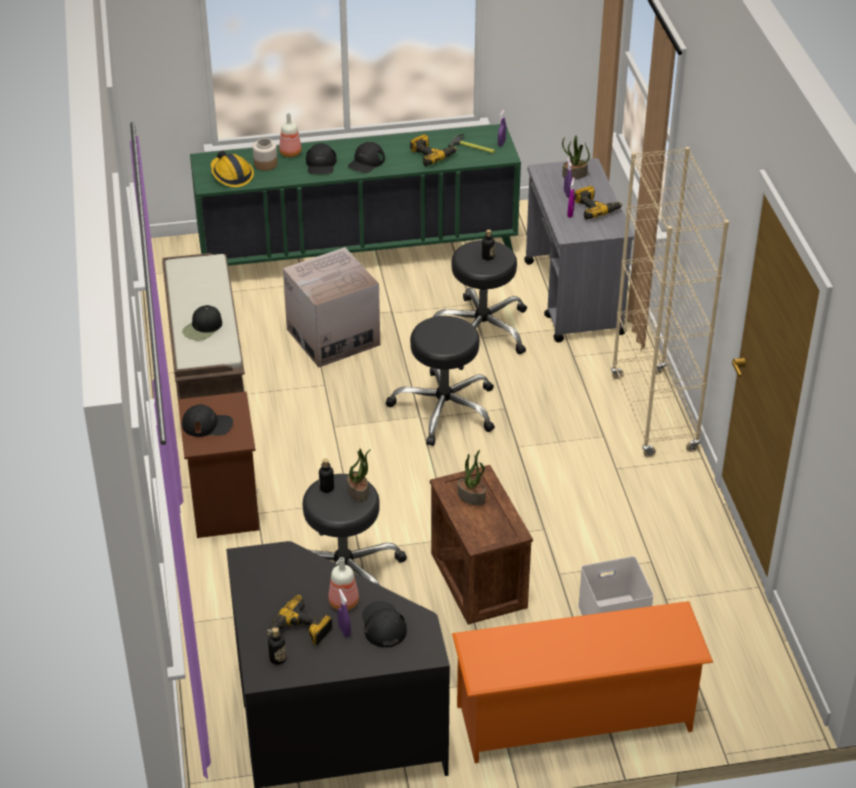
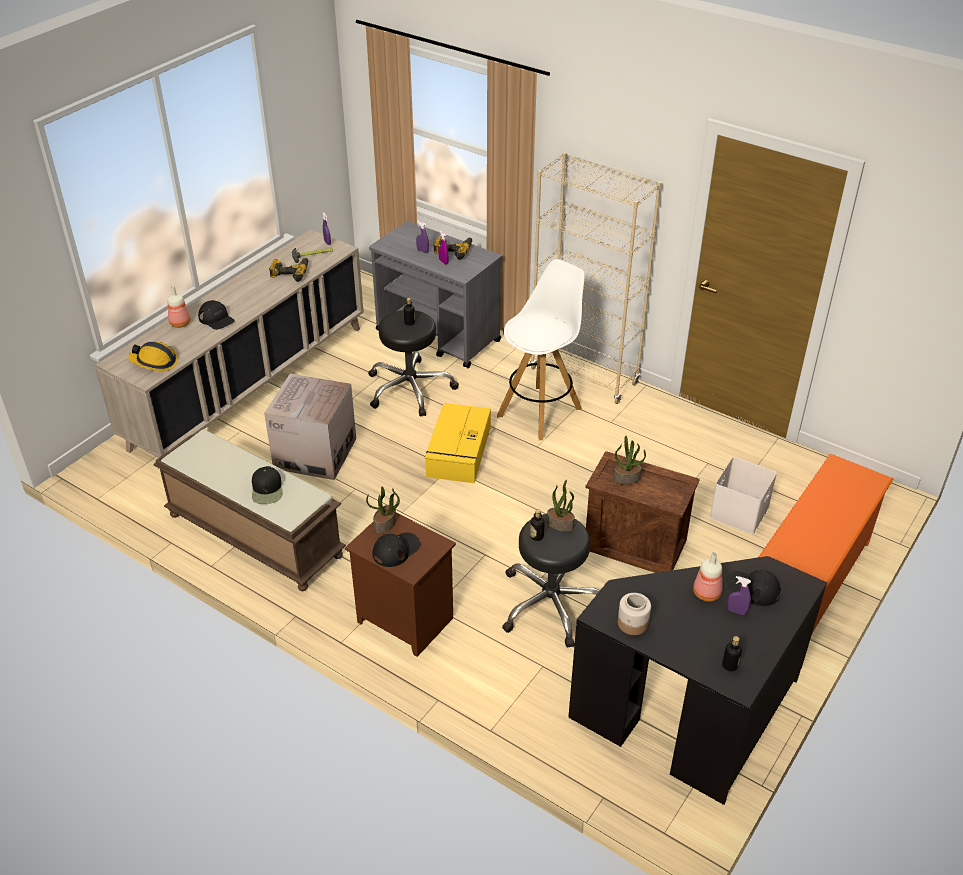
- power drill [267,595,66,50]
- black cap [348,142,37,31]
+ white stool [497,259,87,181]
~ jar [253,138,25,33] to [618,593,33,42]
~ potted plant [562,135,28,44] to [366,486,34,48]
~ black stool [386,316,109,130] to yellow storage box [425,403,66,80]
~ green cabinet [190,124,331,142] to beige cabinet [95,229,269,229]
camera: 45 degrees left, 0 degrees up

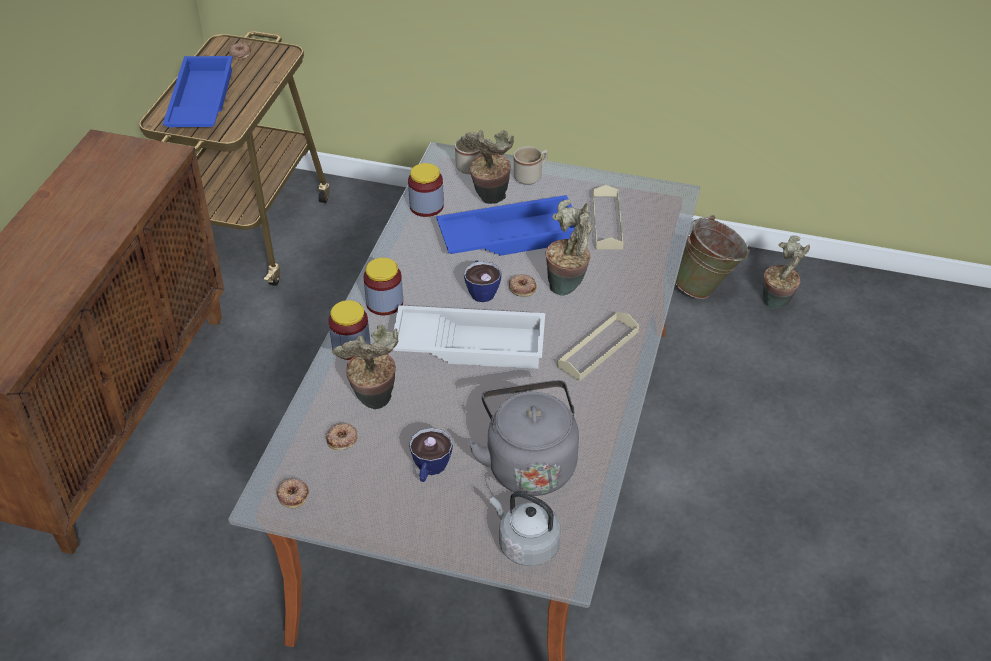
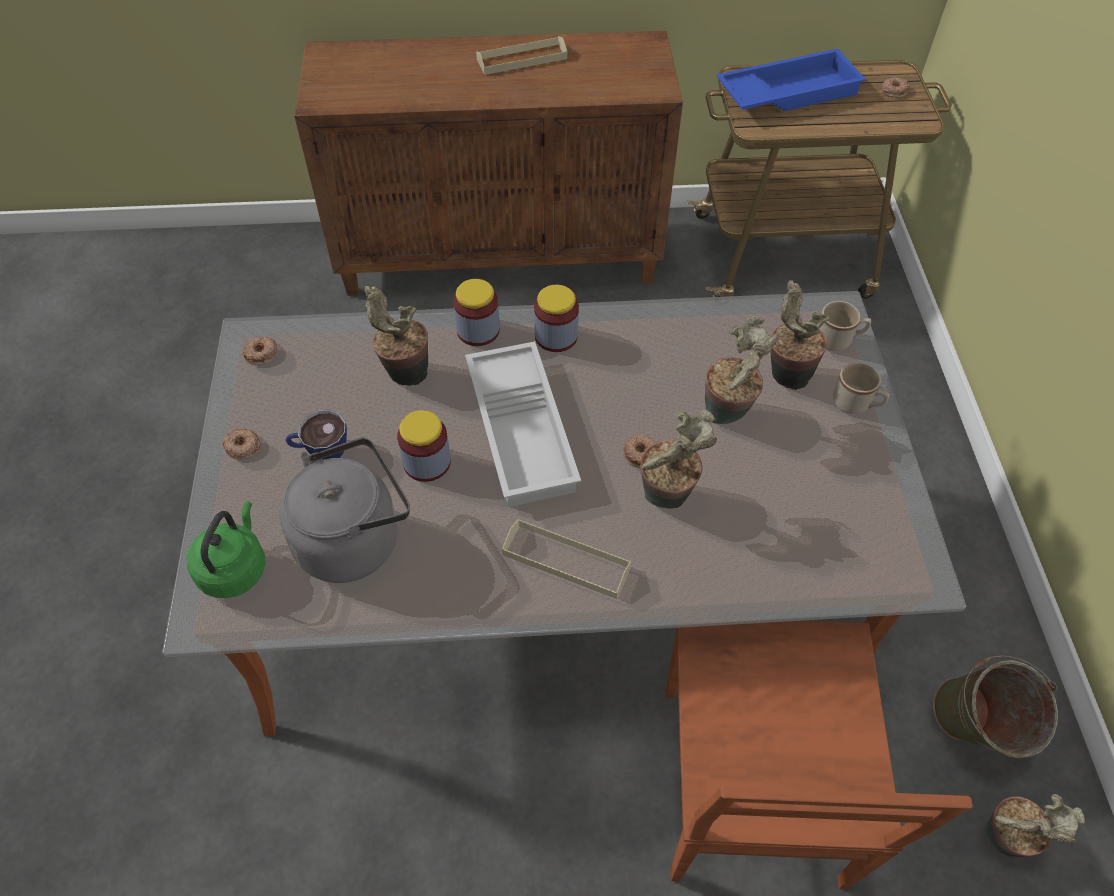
- cup [464,260,38,42]
+ brown chair [666,620,307,269]
~ donut [326,423,32,27] to [222,428,39,32]
~ jar [408,163,36,54] to [397,410,54,72]
~ beige tray [592,185,31,65] to [476,36,91,39]
~ blue tray [436,195,139,61] to potted plant [705,315,74,109]
~ grey kettle [490,491,71,75] to green kettle [186,501,80,97]
camera: 70 degrees right, 10 degrees up

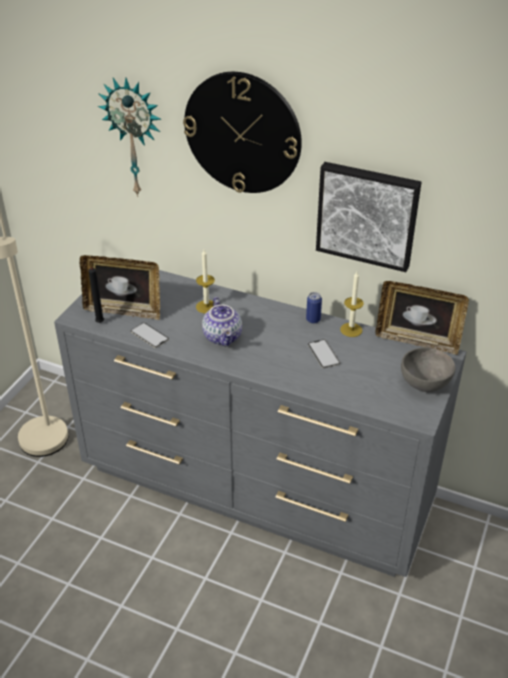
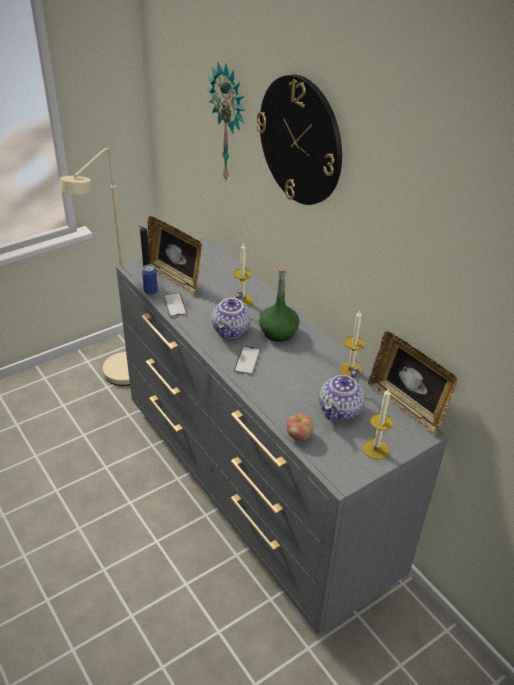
- picture [316,162,106,110]
+ green bottle [259,268,41,74]
+ apple [286,414,28,27]
+ teapot [319,368,45,53]
~ can [306,292,16,32] to [142,265,16,30]
~ phone [308,339,32,29] to [234,346,27,29]
~ grey bowl [401,347,54,45] to candle [363,389,30,71]
camera: 30 degrees right, 0 degrees up

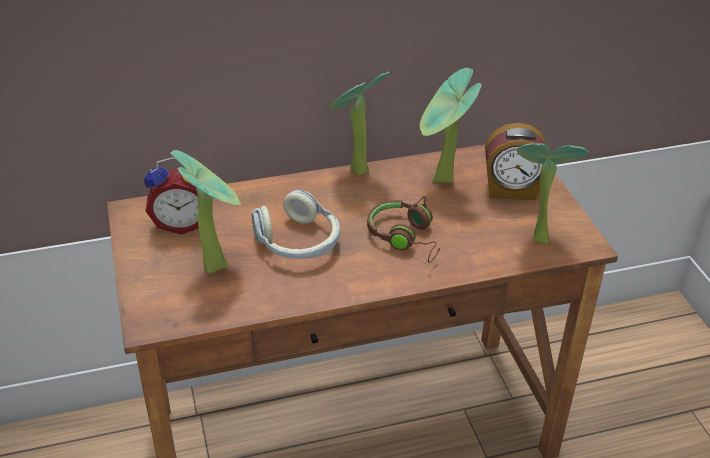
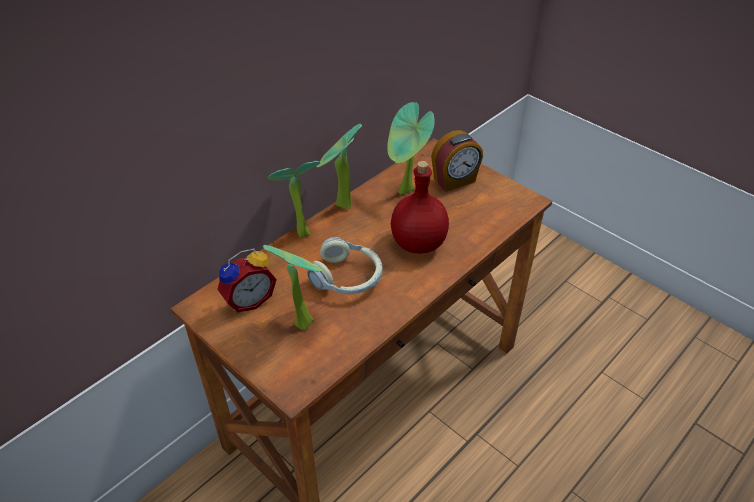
~ potted plant [517,143,72,100] to [268,161,52,77]
~ brown headphones [367,196,74,67] to red bottle [391,161,58,93]
camera: 30 degrees left, 5 degrees up

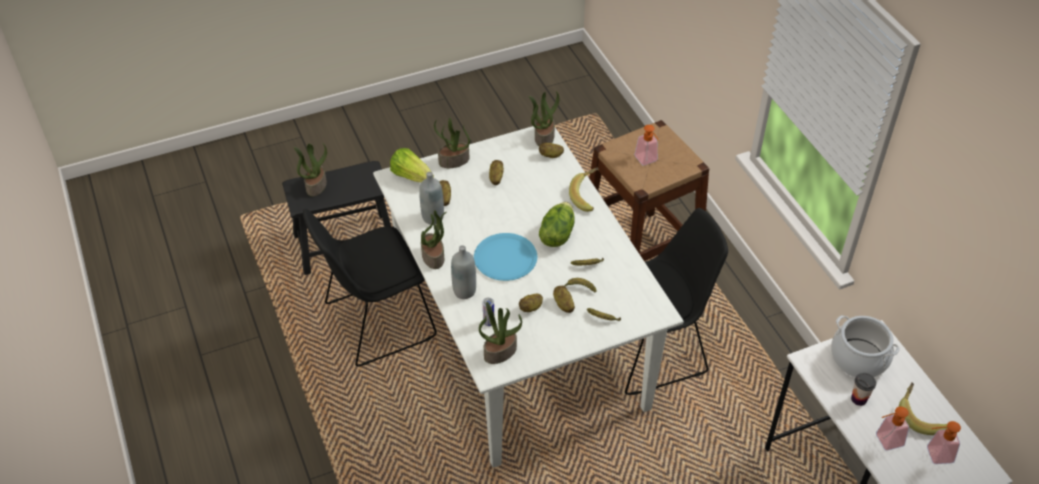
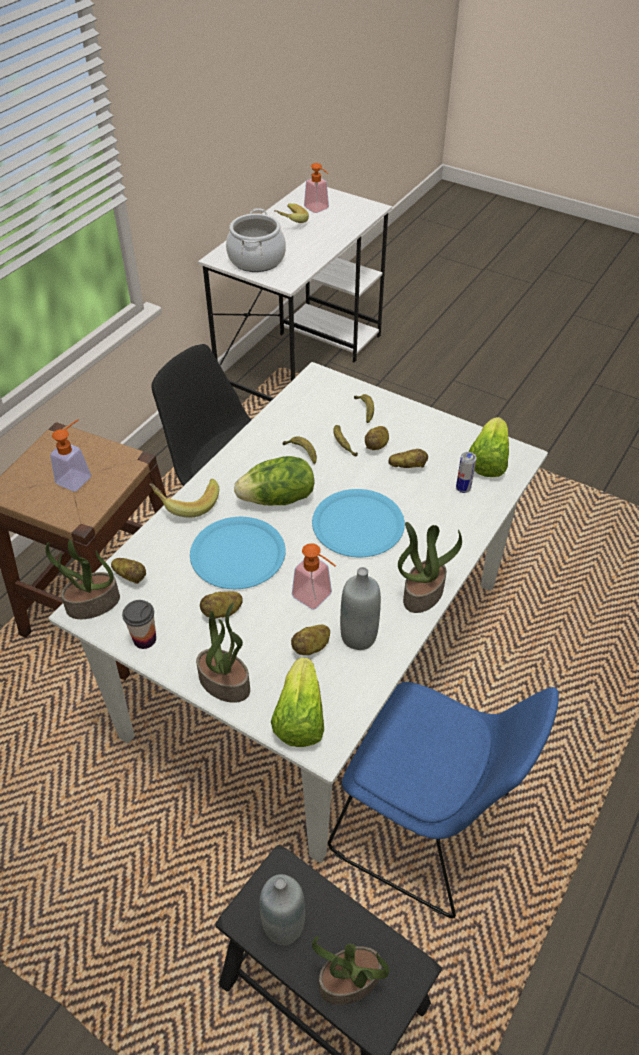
+ blue plate [190,517,96,72]
~ grey bottle [451,245,25,54] to [259,874,46,71]
~ cup [851,373,25,33] to [122,600,34,49]
~ soap dispenser [876,406,33,45] to [292,543,44,67]
~ potted plant [479,302,43,62] to lettuce [469,417,40,60]
~ black chair [303,209,134,158] to blue chair [328,682,231,237]
camera: 125 degrees left, 0 degrees up

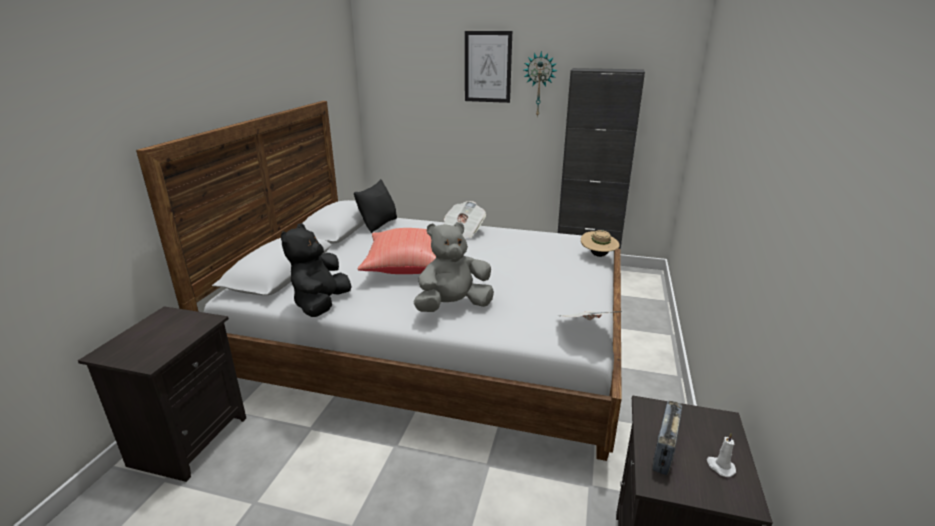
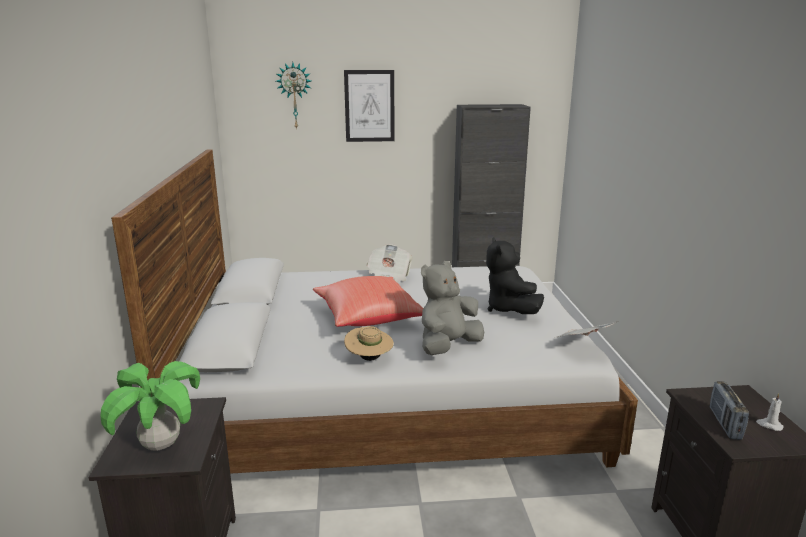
- black pillow [354,179,43,54]
+ potted plant [100,361,100,90]
~ black plush toy [281,223,71,94] to [486,238,58,76]
~ wall clock [524,51,33,66] to [276,62,35,68]
~ beige hat [581,230,39,27] to [344,326,50,35]
camera: 20 degrees left, 5 degrees down

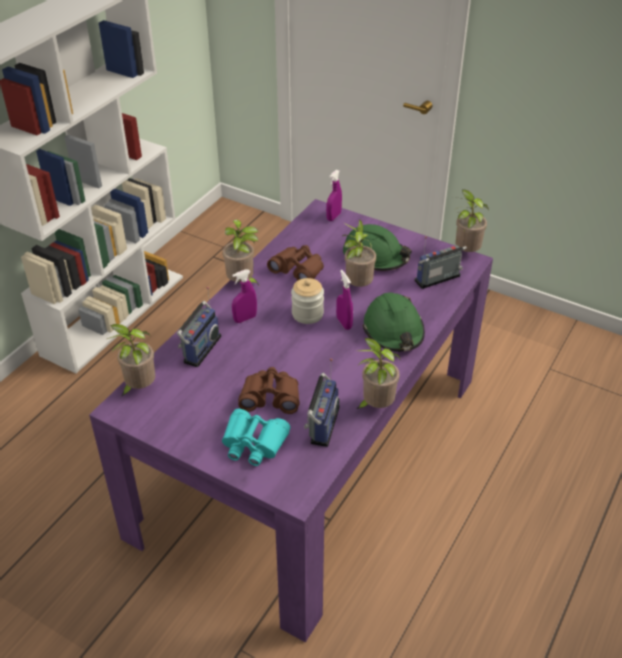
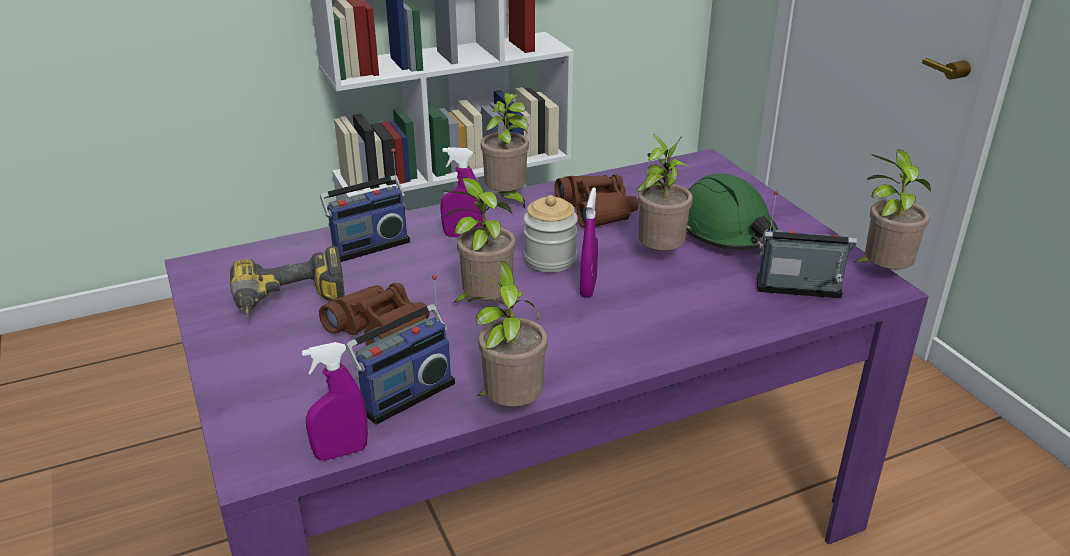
- turquoise binoculars [222,409,68,57]
- green hard hat [363,292,62,60]
+ power drill [230,246,115,72]
~ potted plant [107,324,48,72] to [444,177,72,128]
~ purple spray bottle [326,170,16,51] to [302,342,66,119]
camera: 35 degrees right, 10 degrees down

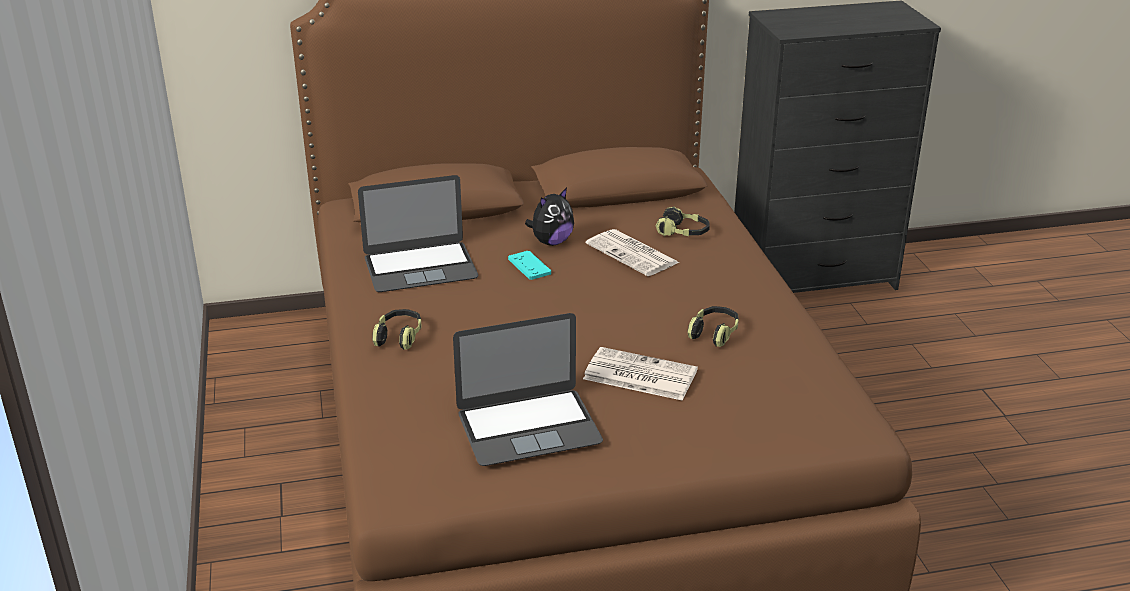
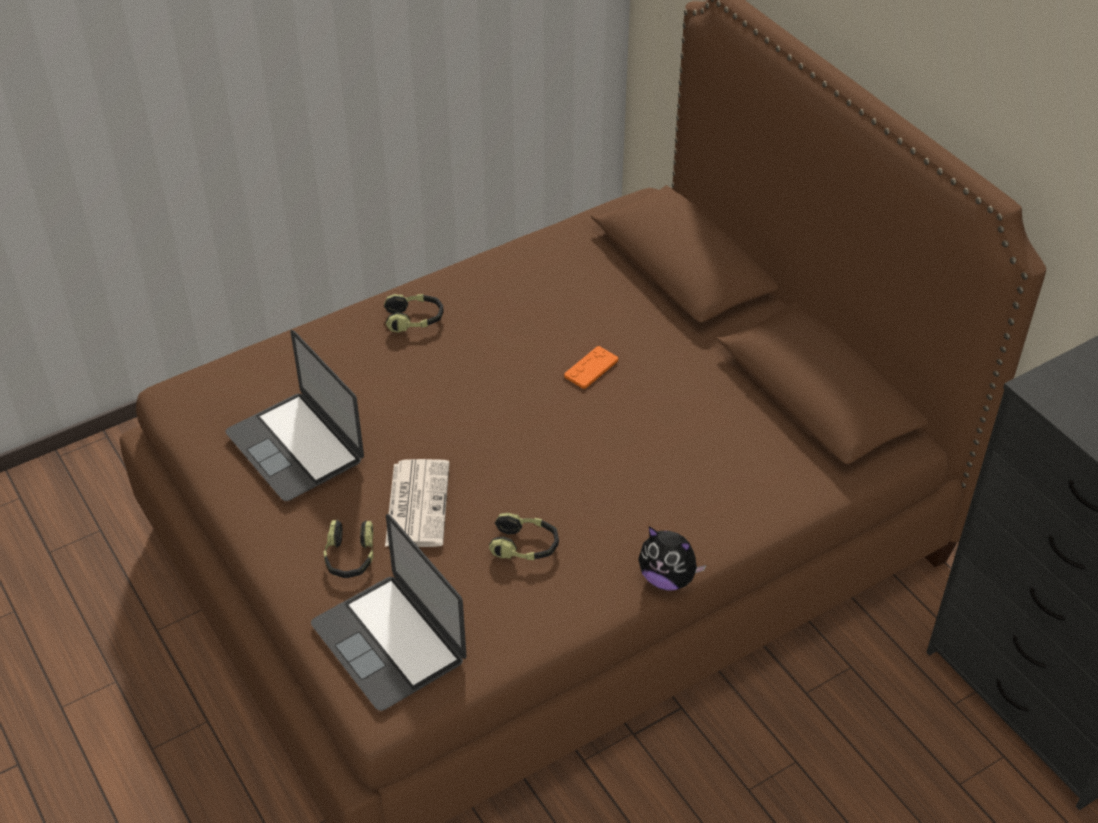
- newspaper [586,229,93,47]
~ laptop [358,175,120,117] to [311,514,155,197]
~ plush toy [525,188,49,58] to [638,526,68,65]
~ headphones [656,206,54,30] to [323,520,51,58]
~ turquoise game controller [508,251,43,29] to orange game controller [564,346,54,43]
camera: 70 degrees right, 15 degrees up

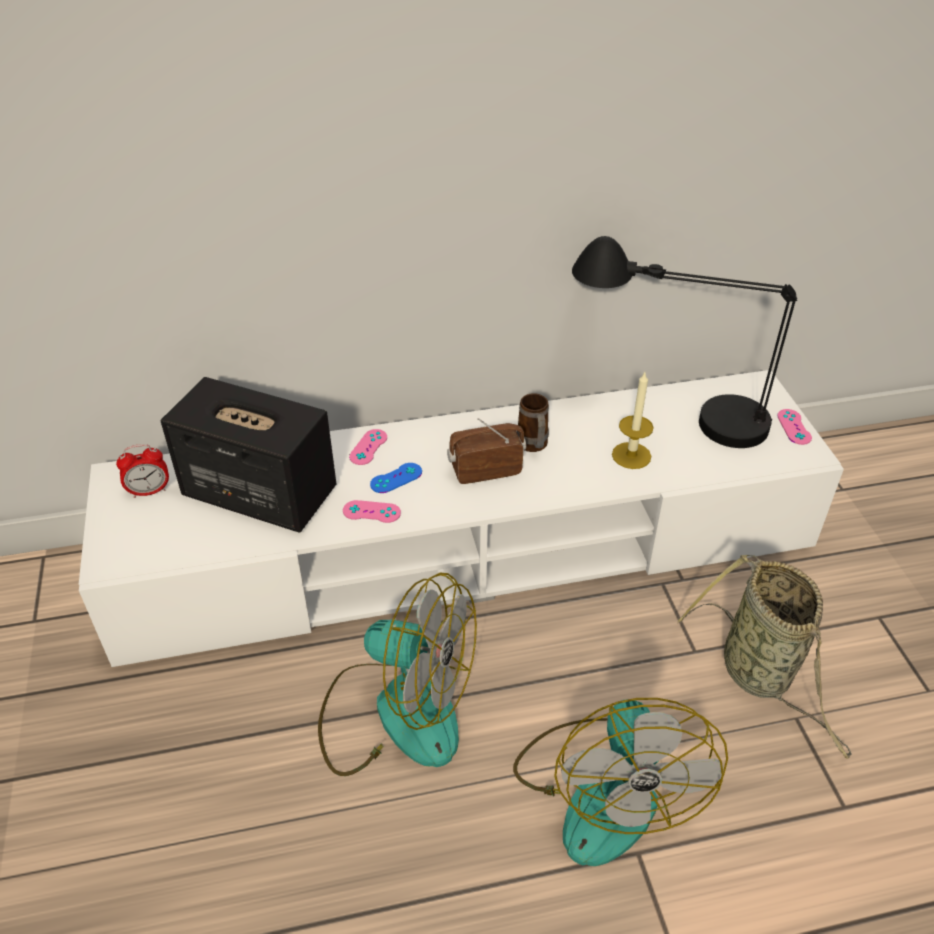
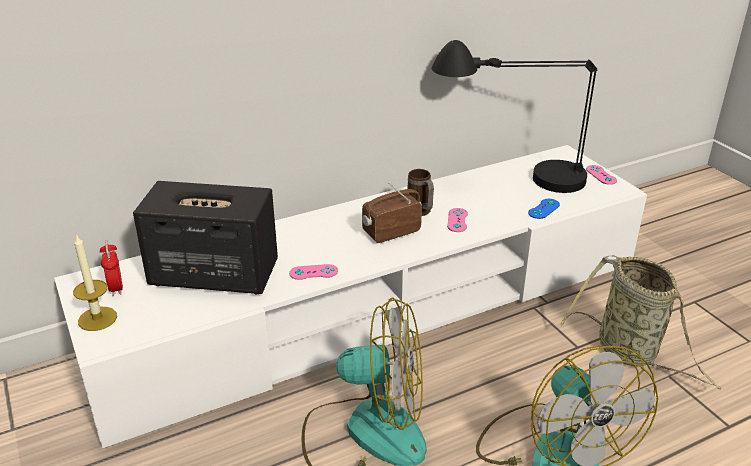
~ pink game controller [349,429,38,36] to [447,208,21,24]
~ blue game controller [370,463,52,30] to [528,199,32,20]
~ candle [612,372,42,97] to [73,234,44,97]
~ alarm clock [116,444,53,54] = [100,240,23,56] 75 degrees counterclockwise
camera: 15 degrees left, 10 degrees down

